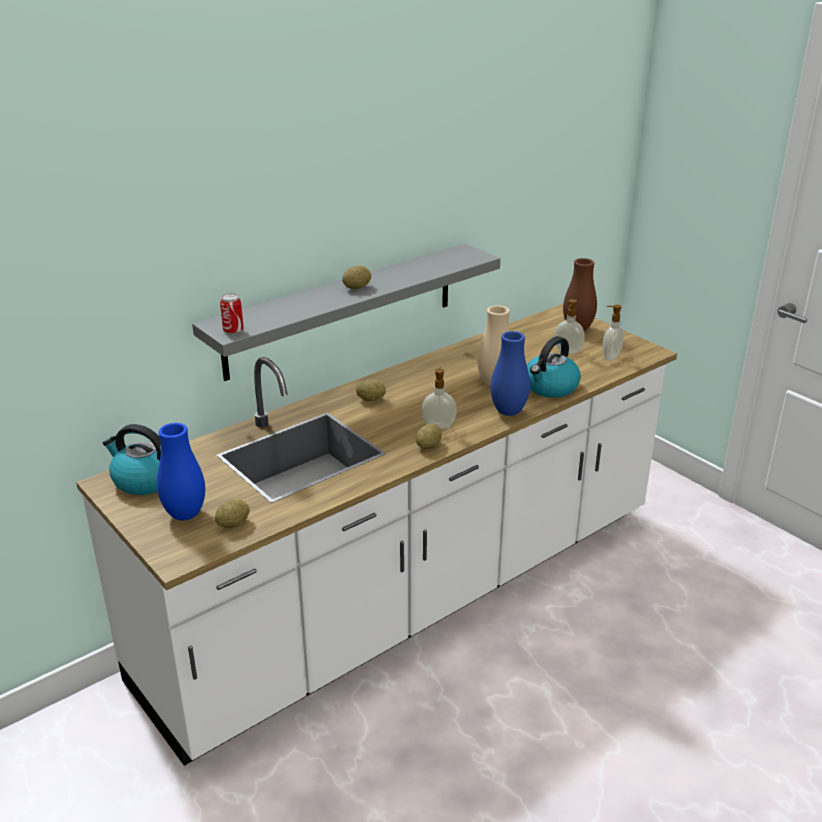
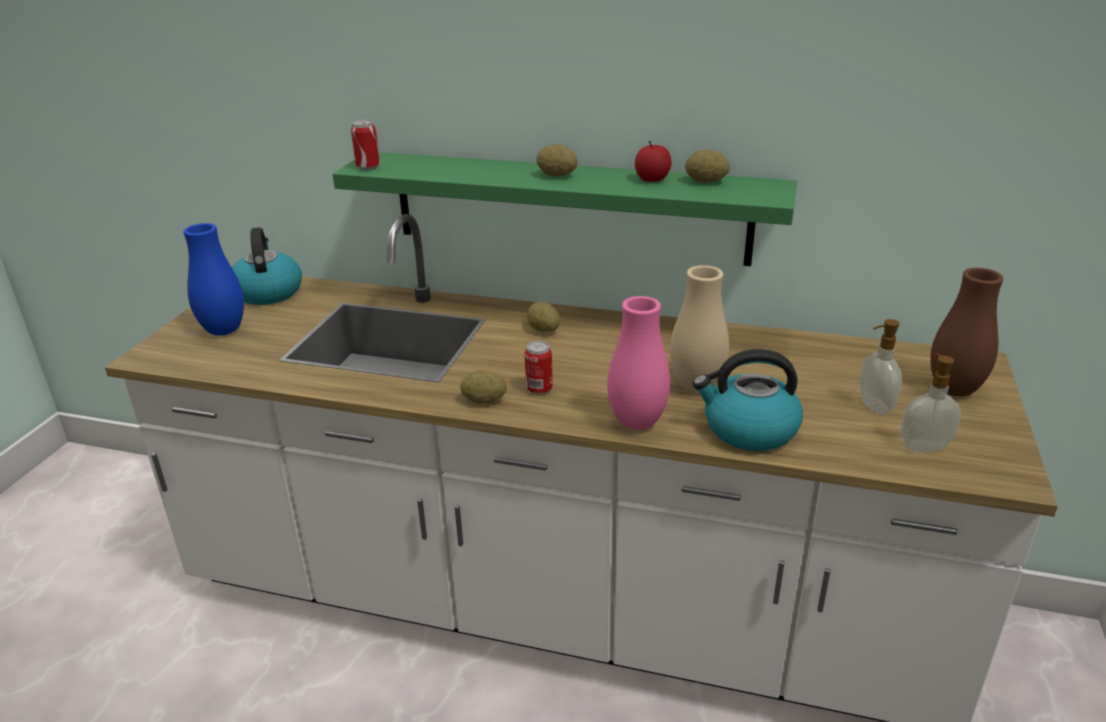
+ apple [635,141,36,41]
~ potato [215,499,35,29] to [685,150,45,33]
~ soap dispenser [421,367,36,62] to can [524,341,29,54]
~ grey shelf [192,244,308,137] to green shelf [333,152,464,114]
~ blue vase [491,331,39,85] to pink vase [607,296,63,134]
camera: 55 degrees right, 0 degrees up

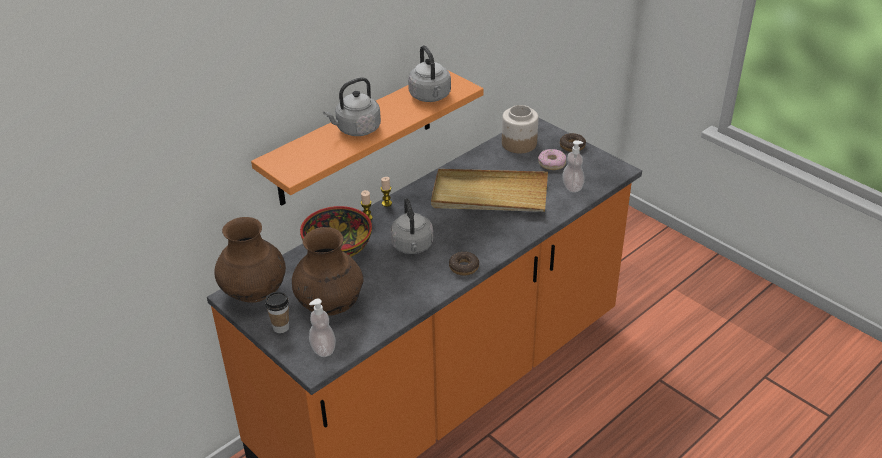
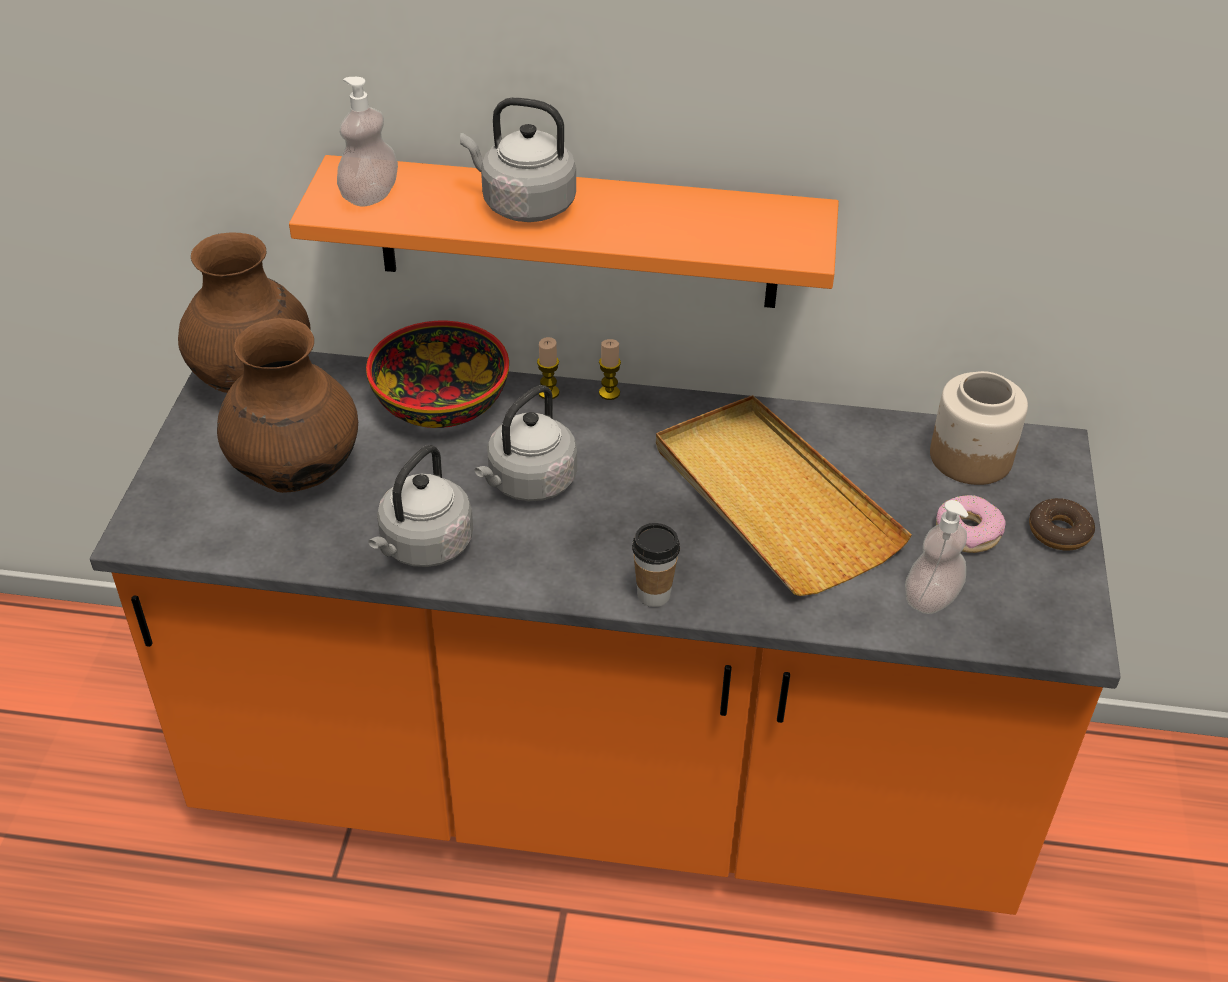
- donut [449,252,30,23]
~ cup [265,292,24,41] to [632,523,48,84]
~ soap dispenser [309,299,27,58] to [337,77,61,129]
~ grey kettle [408,45,43,57] to [368,445,105,122]
camera: 50 degrees right, 5 degrees up

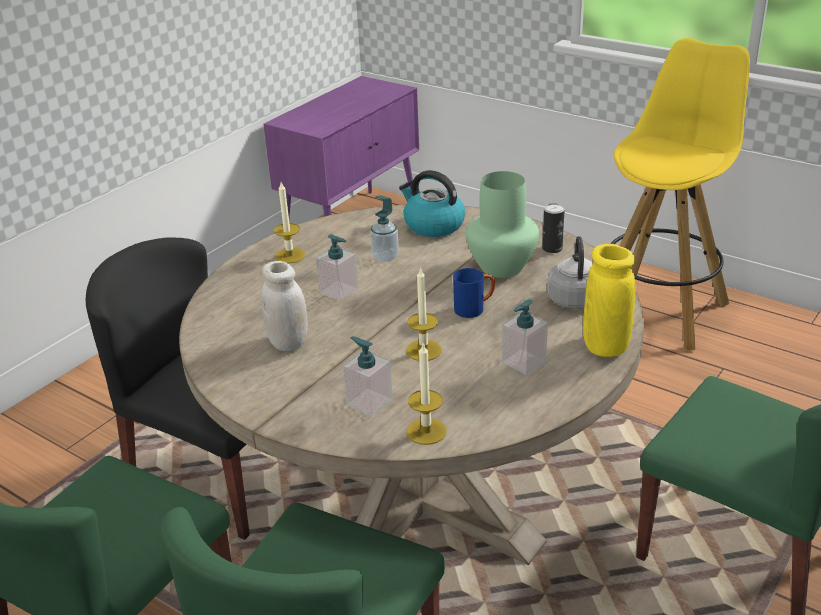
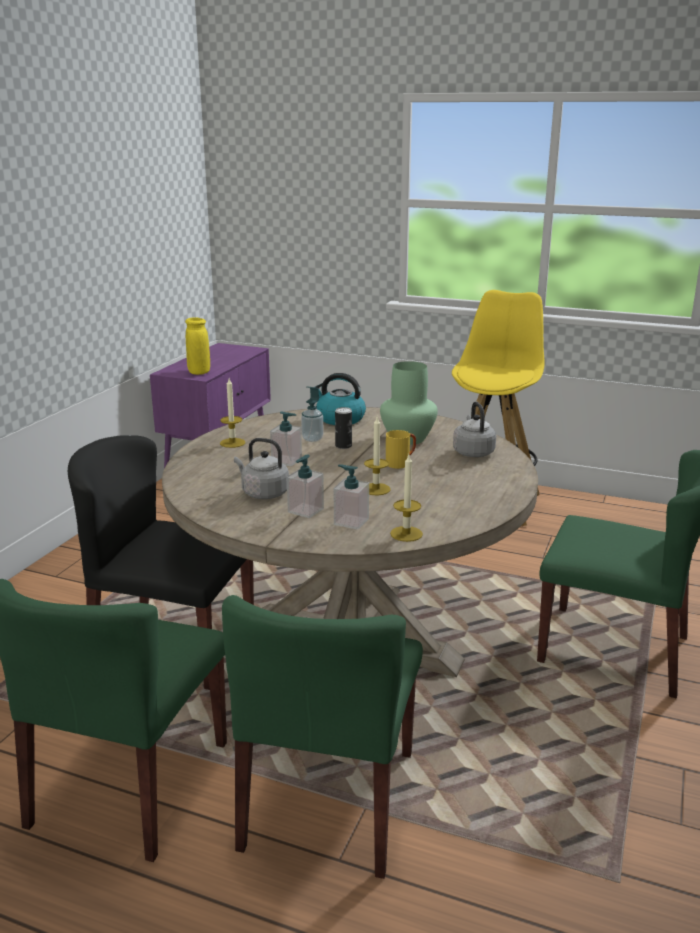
~ soap dispenser [502,299,46,76] to [287,455,37,63]
~ can [542,203,23,50] to [335,407,17,42]
~ yellow vase [583,244,52,113] to [185,317,25,58]
~ white jar [261,261,47,90] to grey kettle [234,438,55,61]
~ blue mug [453,268,42,50] to yellow mug [386,430,30,39]
camera: 15 degrees left, 10 degrees down

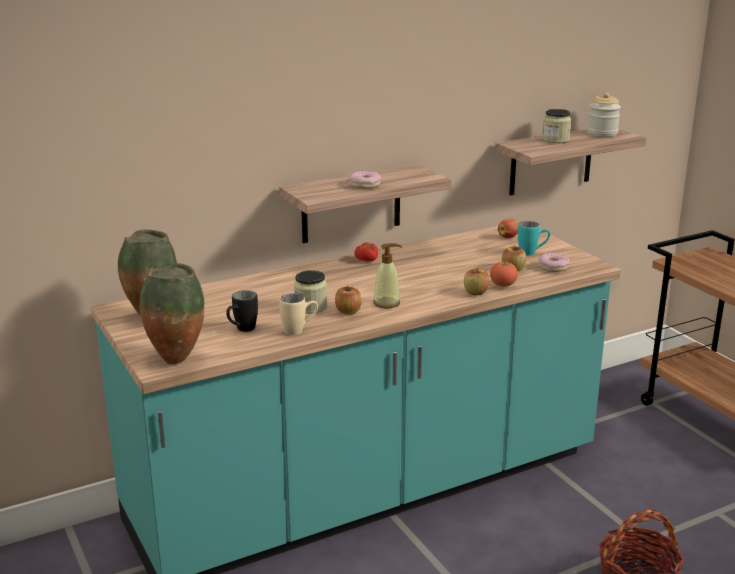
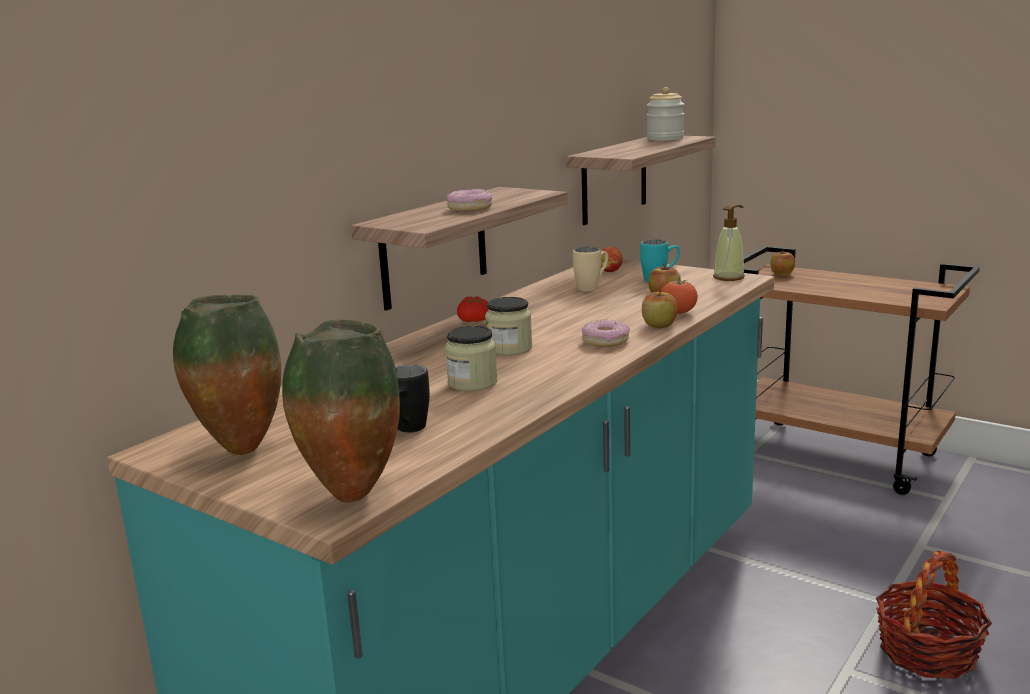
~ beige mug [279,294,39,41] to [573,247,35,44]
~ apple [335,286,27,29] to [770,252,25,24]
~ soap dispenser [373,243,29,65] to [713,204,32,77]
~ donut [538,253,32,19] to [582,320,48,27]
~ jar [542,109,29,34] to [485,297,47,59]
camera: 25 degrees left, 5 degrees down

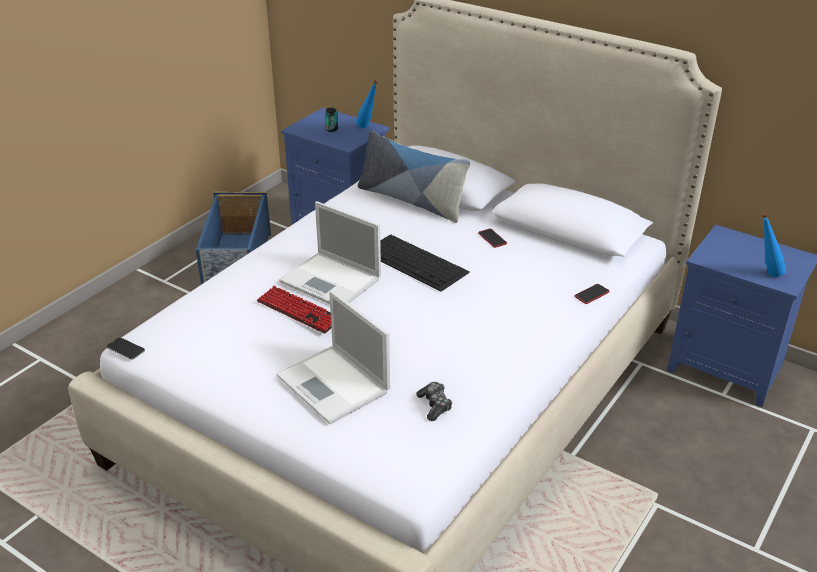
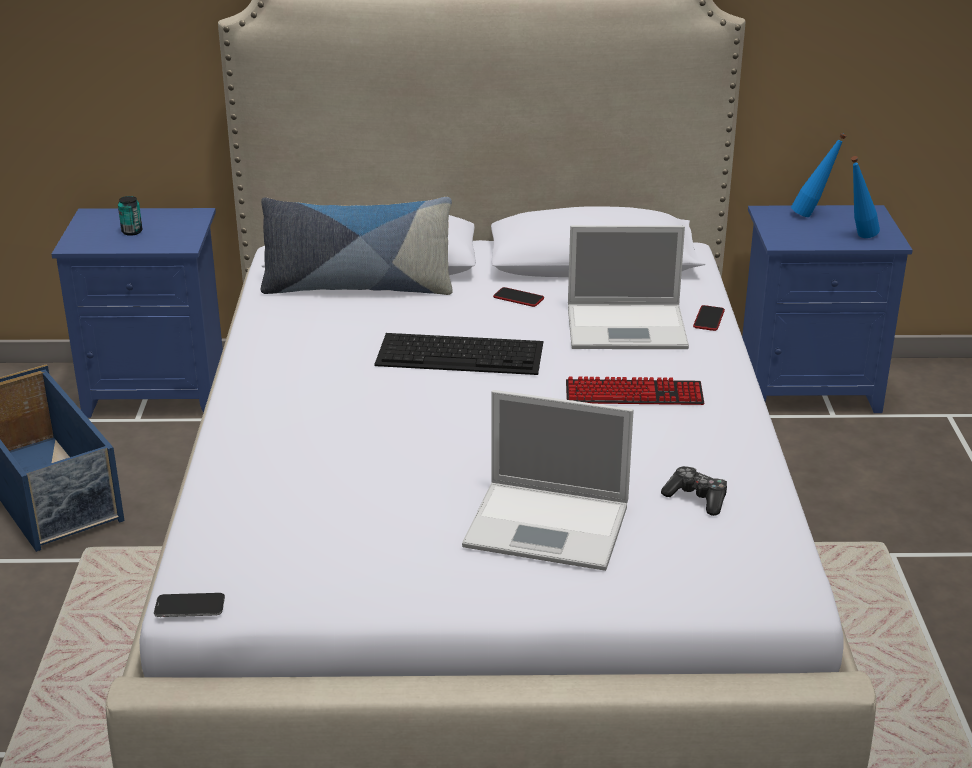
~ keyboard [257,286,75,48] to [566,376,138,29]
~ laptop [279,201,102,103] to [568,225,121,124]
~ blue bottle [356,80,22,48] to [791,133,56,84]
camera: 35 degrees left, 5 degrees down

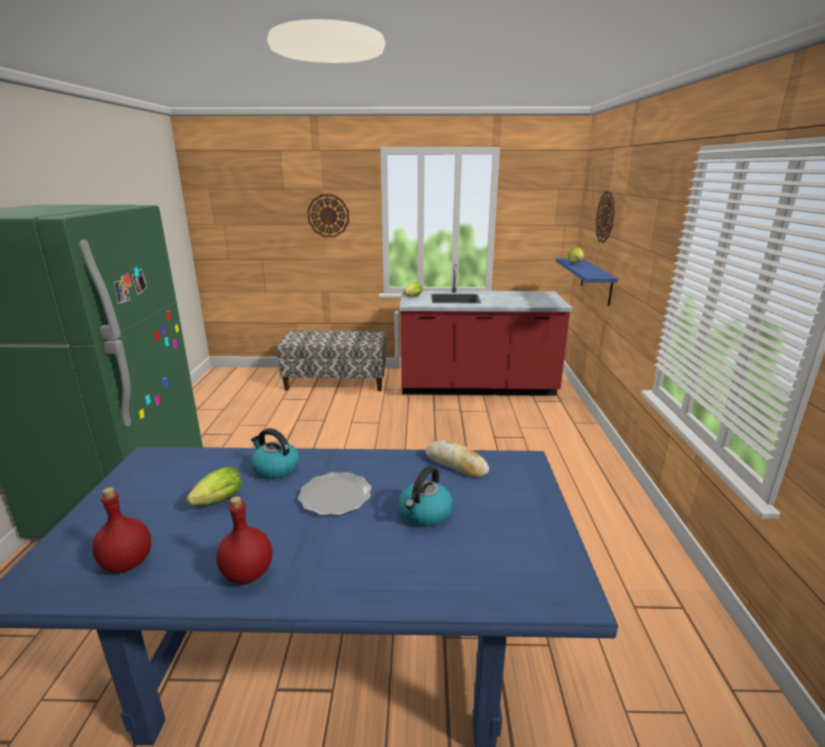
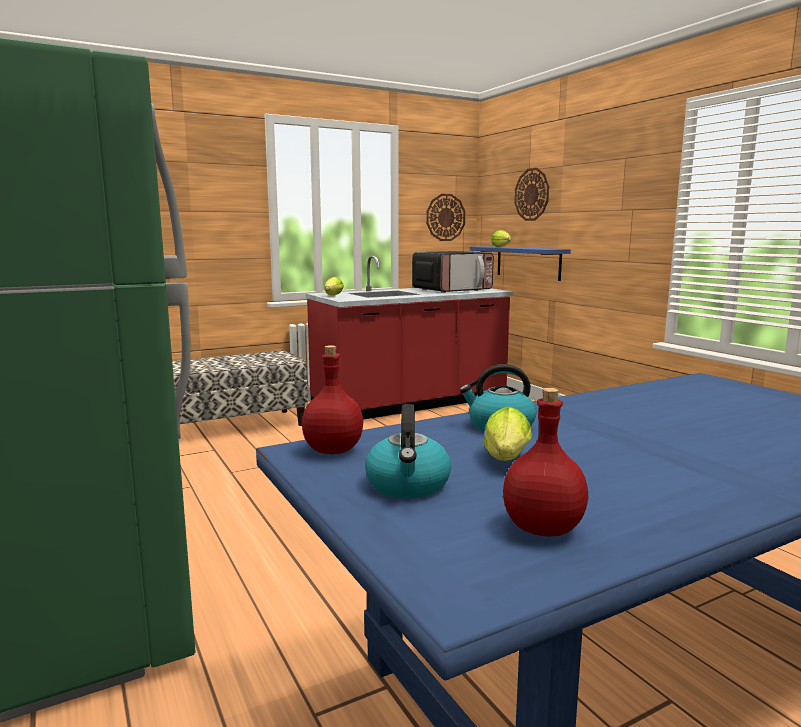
- plate [298,472,74,43]
- bread [426,440,63,38]
+ microwave [412,251,82,42]
~ red bottle [216,496,56,88] to [302,345,61,109]
~ wall clock [307,194,42,43] to [426,194,40,47]
~ kettle [399,466,54,61] to [365,404,86,94]
camera: 30 degrees left, 10 degrees down

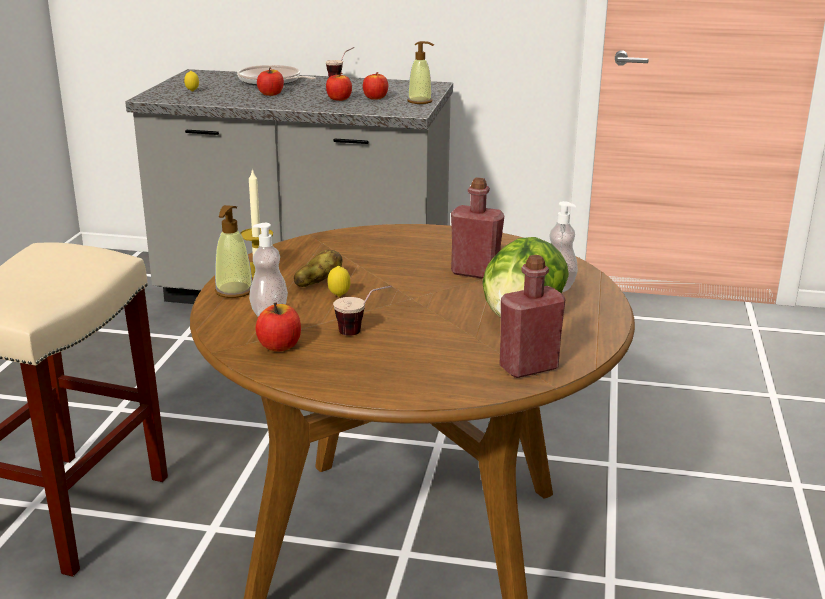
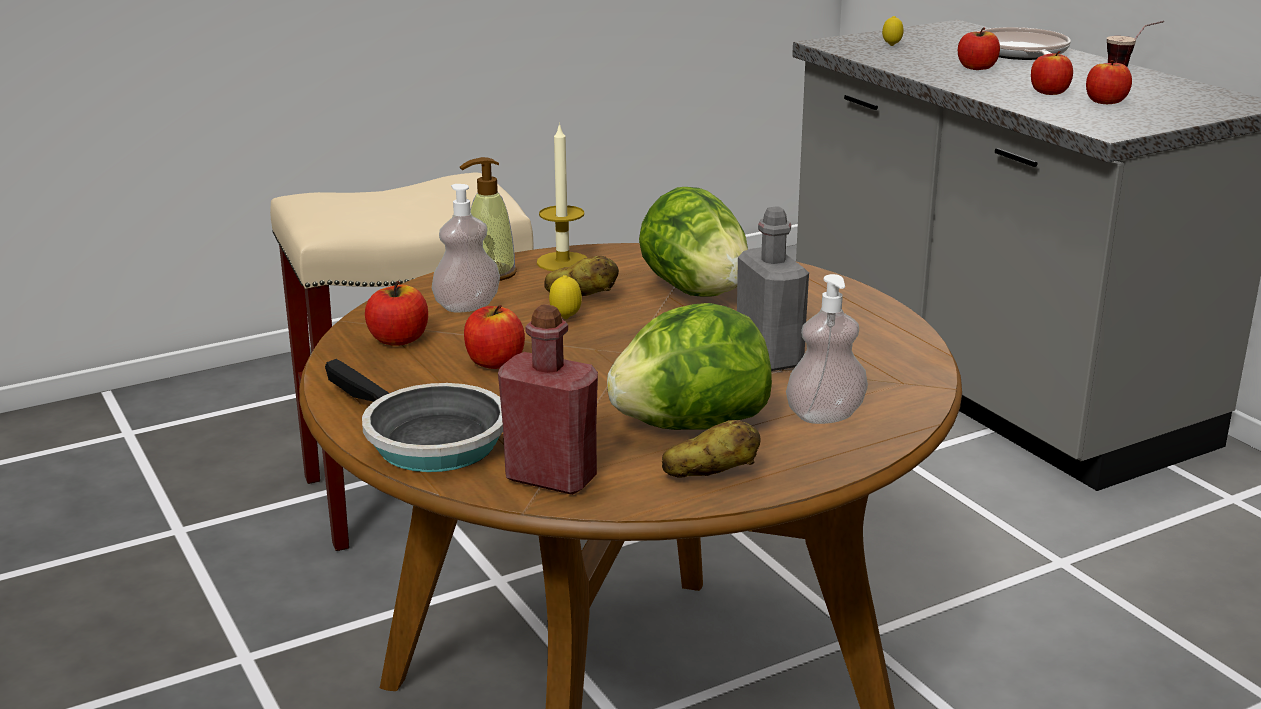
- soap dispenser [407,41,27,63]
+ frying pan [325,359,178,113]
+ lettuce [639,187,109,110]
+ potato [662,420,99,58]
~ cup [333,286,58,50] to apple [464,305,61,64]
~ red bottle [451,177,53,102] to grey bottle [737,206,72,165]
camera: 50 degrees right, 0 degrees up

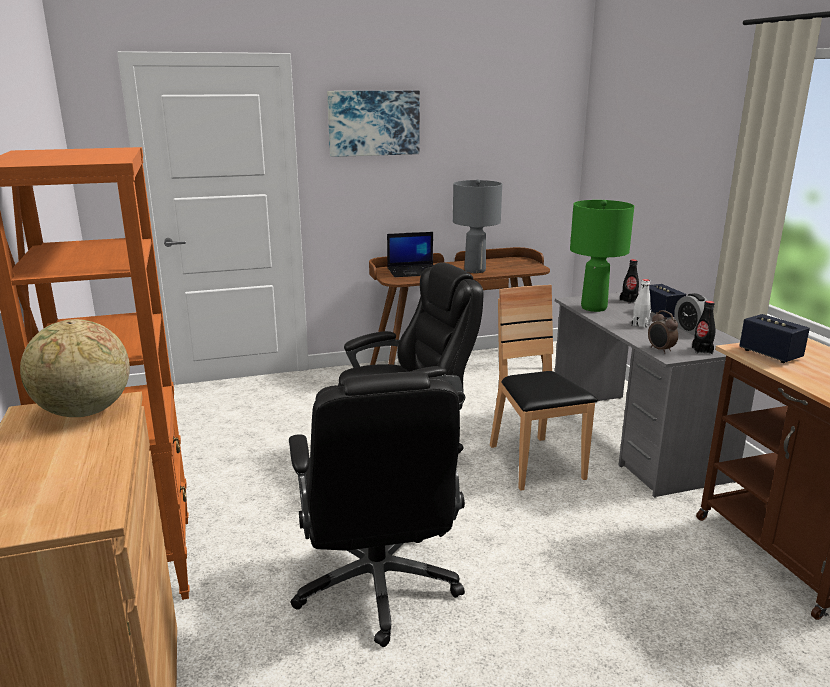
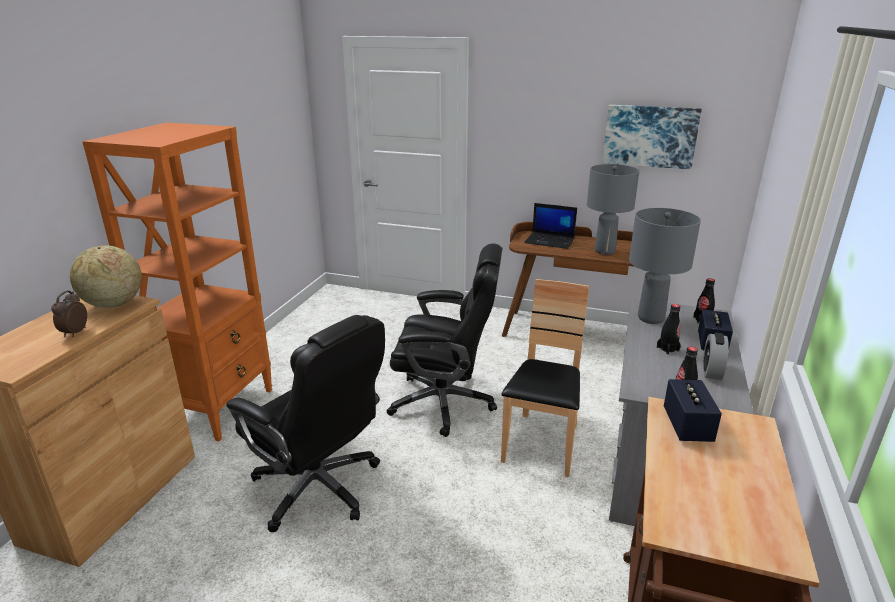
~ picture [327,90,93,67] to [602,105,100,64]
~ alarm clock [648,310,30,44] to [51,290,36,47]
~ green table lamp [570,200,64,112] to grey table lamp [629,208,72,116]
~ white bottle [631,279,20,49] to black bottle [657,304,24,50]
~ black office chair [289,372,176,275] = [226,315,159,217] 75 degrees counterclockwise
camera: 35 degrees right, 5 degrees up

